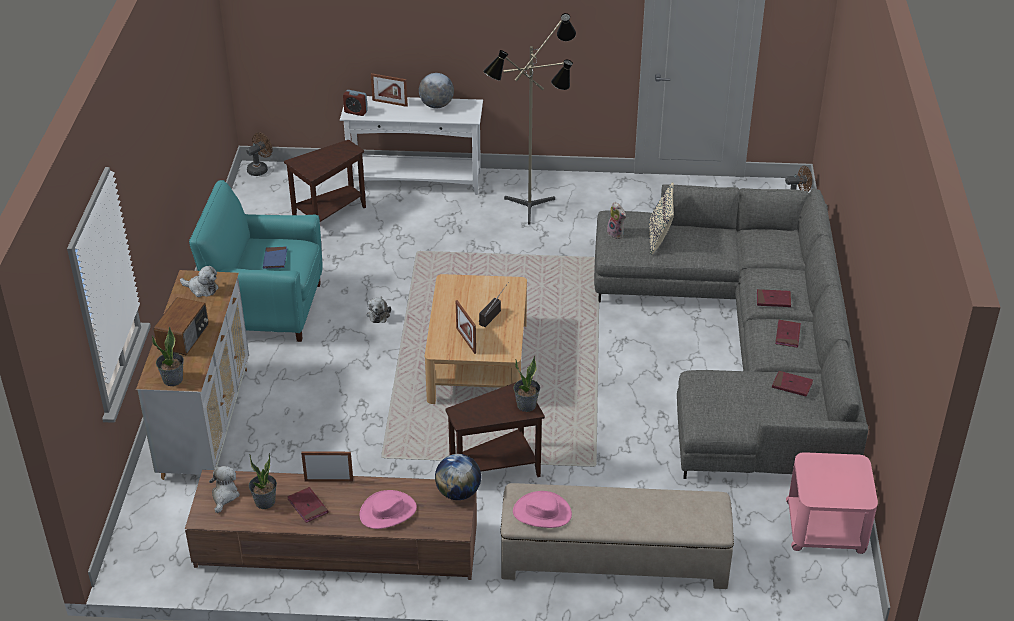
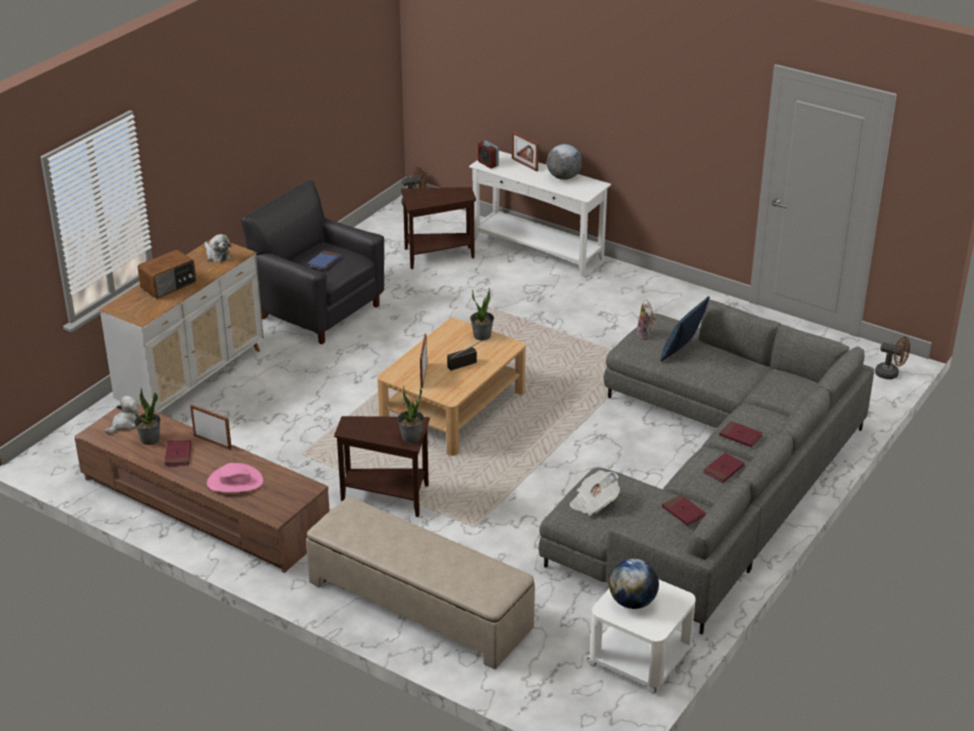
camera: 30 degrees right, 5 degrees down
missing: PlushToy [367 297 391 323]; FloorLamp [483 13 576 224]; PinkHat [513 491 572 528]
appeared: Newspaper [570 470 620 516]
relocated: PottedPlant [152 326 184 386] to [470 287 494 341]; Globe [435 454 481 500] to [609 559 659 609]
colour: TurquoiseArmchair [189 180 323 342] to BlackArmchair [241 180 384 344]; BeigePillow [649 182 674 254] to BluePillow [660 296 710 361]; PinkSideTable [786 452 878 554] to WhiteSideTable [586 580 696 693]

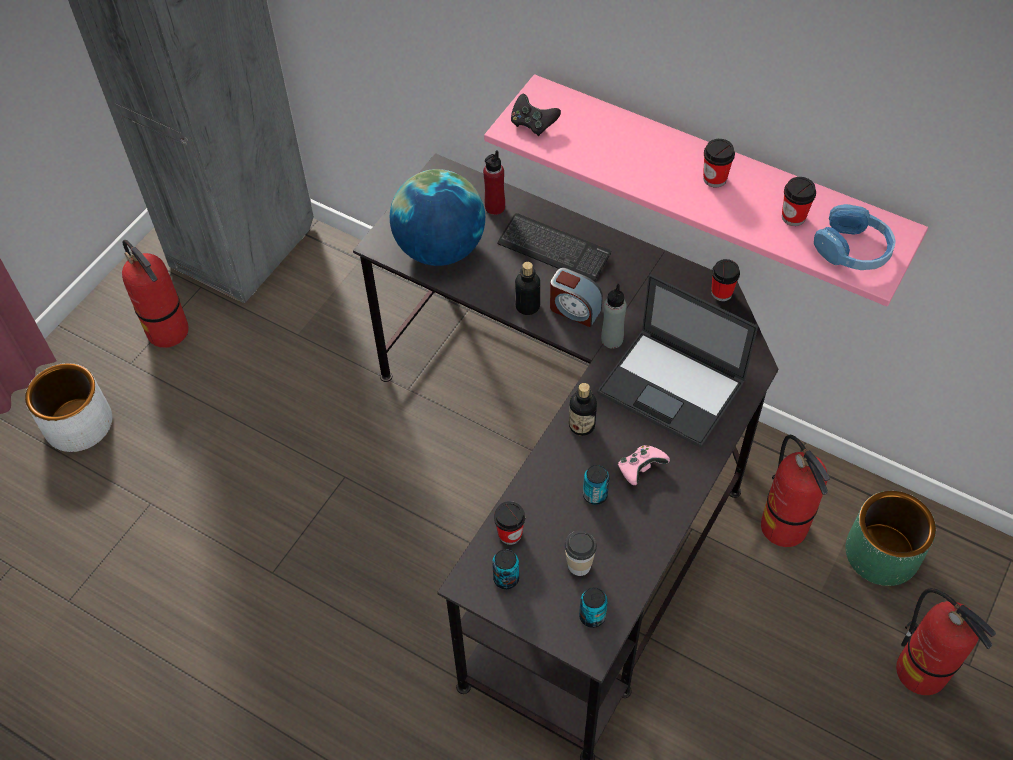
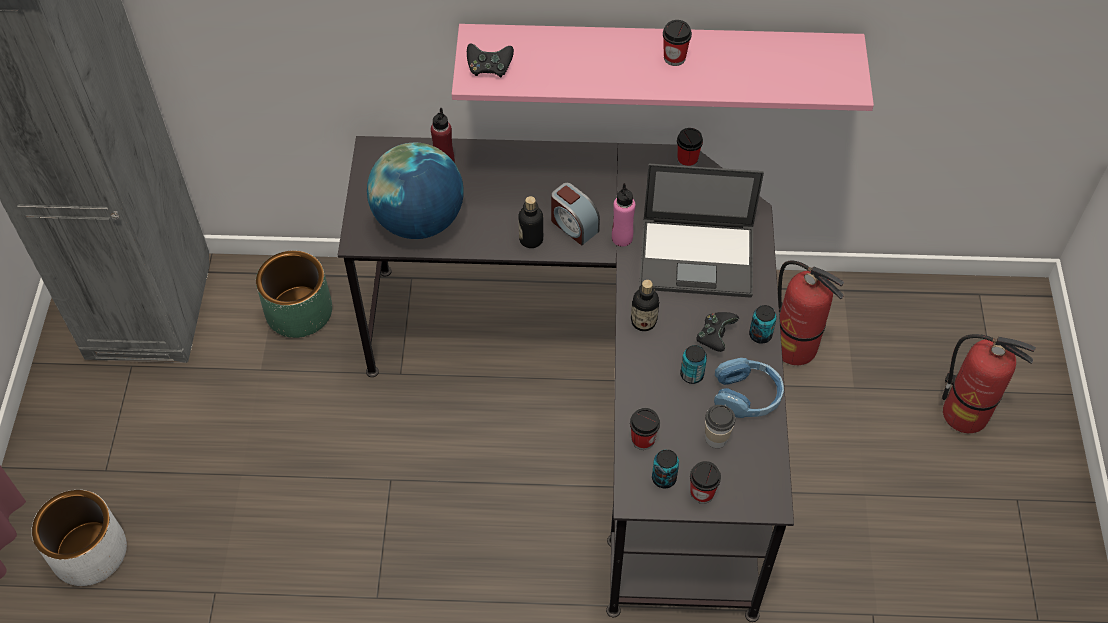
camera: 30 degrees left, 0 degrees up
missing: FireExtinguisher [122 240 189 348]; Keyboard [497 213 611 282]
relocated: Can [579 587 608 628] to [749 305 777 344]; Cup [782 177 816 226] to [690 461 721 504]; BlueHeadphones [814 204 896 270] to [714 358 784 418]; GreenPlanter [845 491 936 586] to [256 250 332 338]
colour: GreyBottle [601 284 627 349] to PinkBottle [612 183 635 247]; PinkGameController [618 445 670 485] to BlackGameController [696 312 739 352]
spun: AlarmClock [550 268 603 327] = [551 183 600 246] 45 degrees clockwise

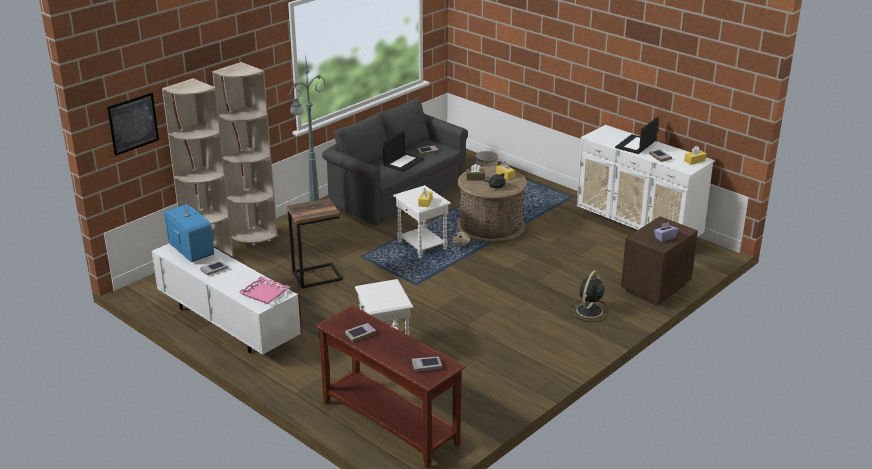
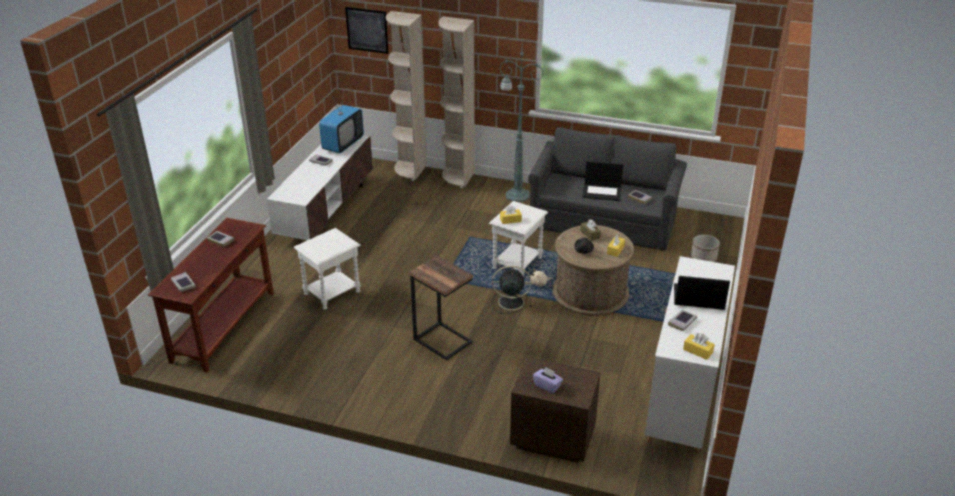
camera: 65 degrees right, 5 degrees up
missing: PinkTray [239 276 290 304]
relocated: SideTable [287 198 343 289] to [409 256 473 360]; BlackFan [570 270 608 322] to [492 266 532 314]

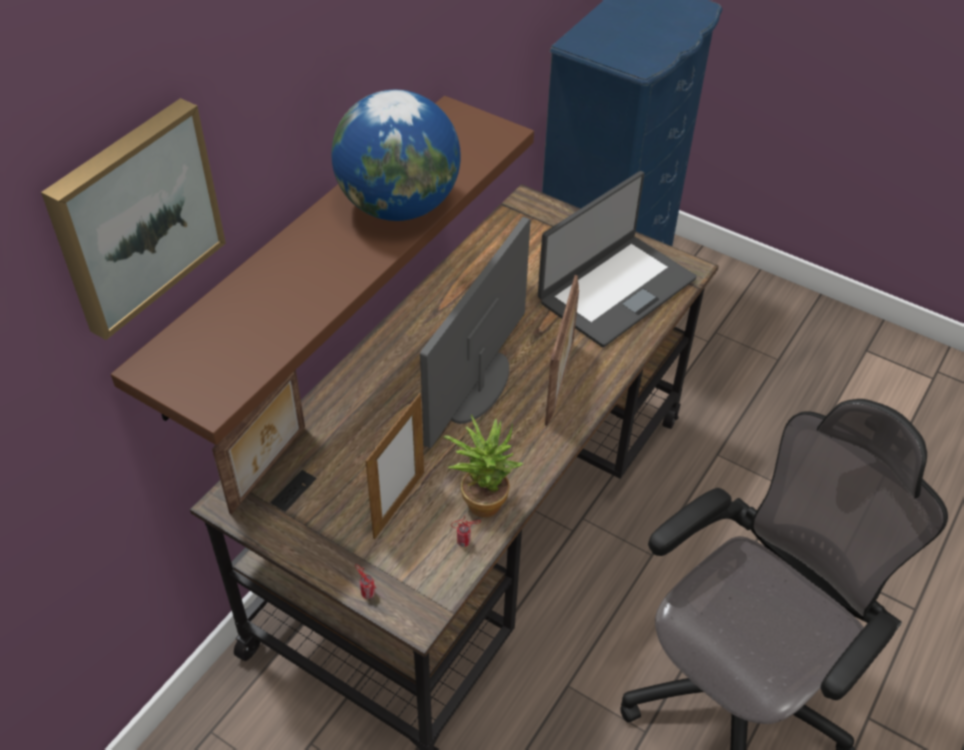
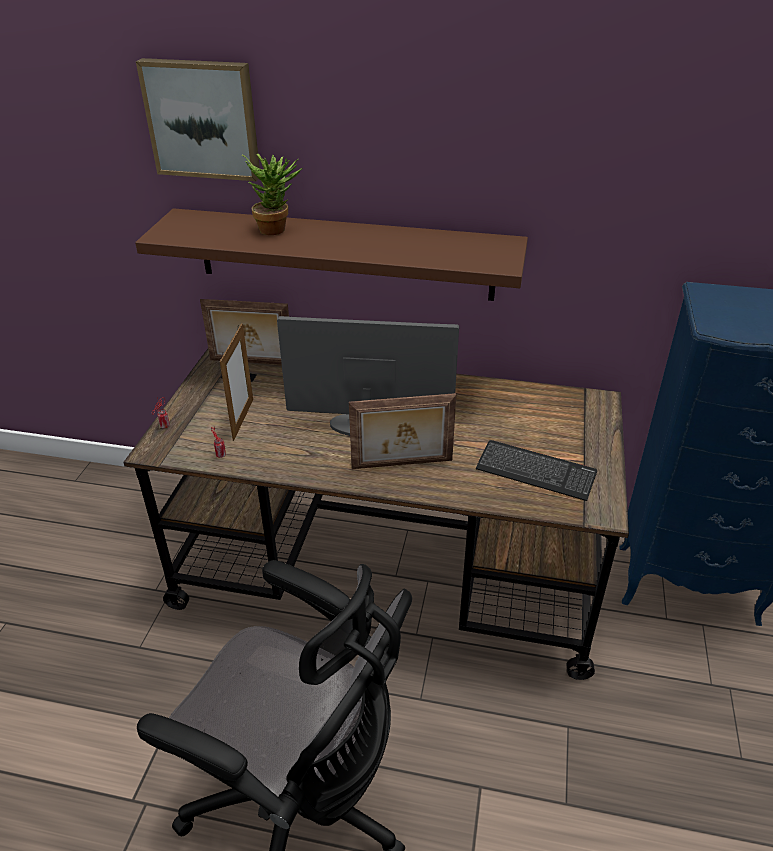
camera: 70 degrees right, 10 degrees down
missing: Globe [331 90 461 221]
relocated: PottedPlant [444 415 523 518] to [242 154 303 235]
exchanged: Laptop [538 171 697 347] to Keyboard [476 440 597 501]
spun: PictureFrame [365 393 424 539] = [220 323 253 441] 90 degrees counterclockwise

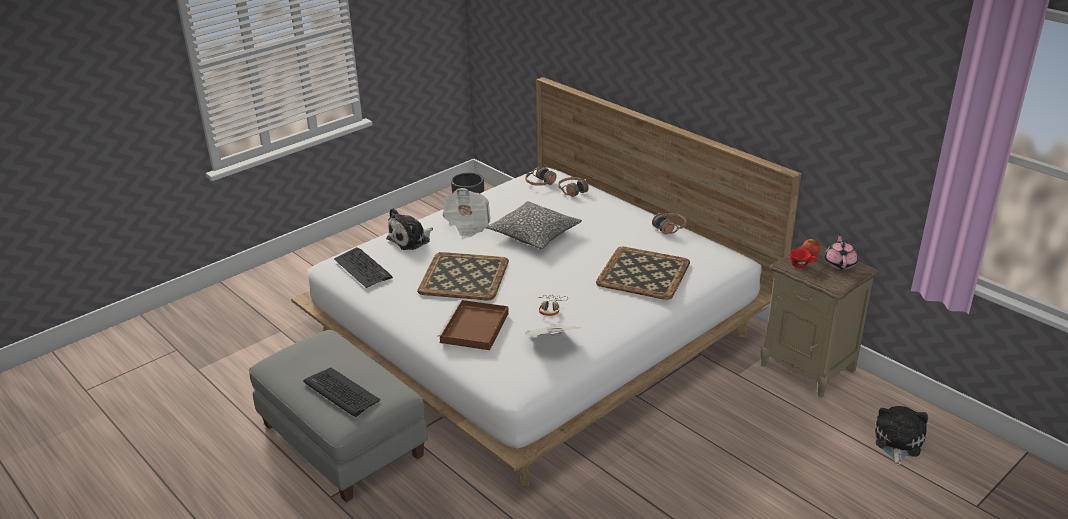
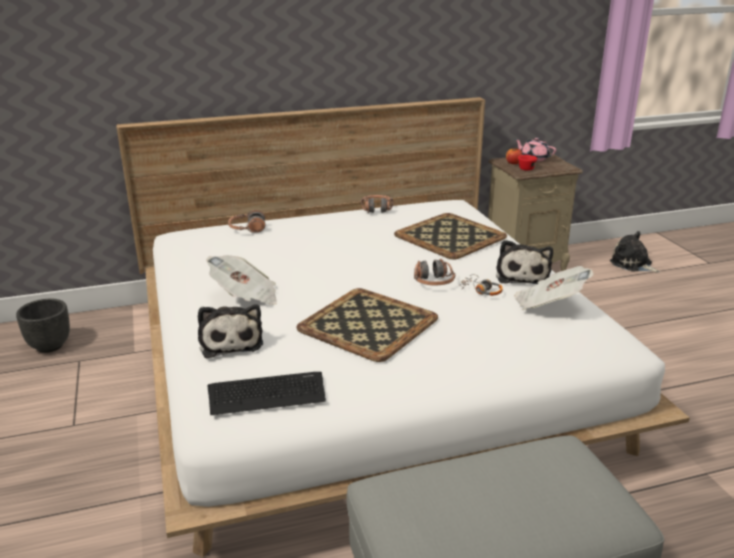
camera: 65 degrees left, 5 degrees down
missing: Keyboard [303 368 381 417]; BrownTray [437 300 509 350]; Pillow [486 201 582 249]
appeared: PlushToy [496 240 553 284]
relocated: Headphones [525 167 557 186] to [414 259 455 286]

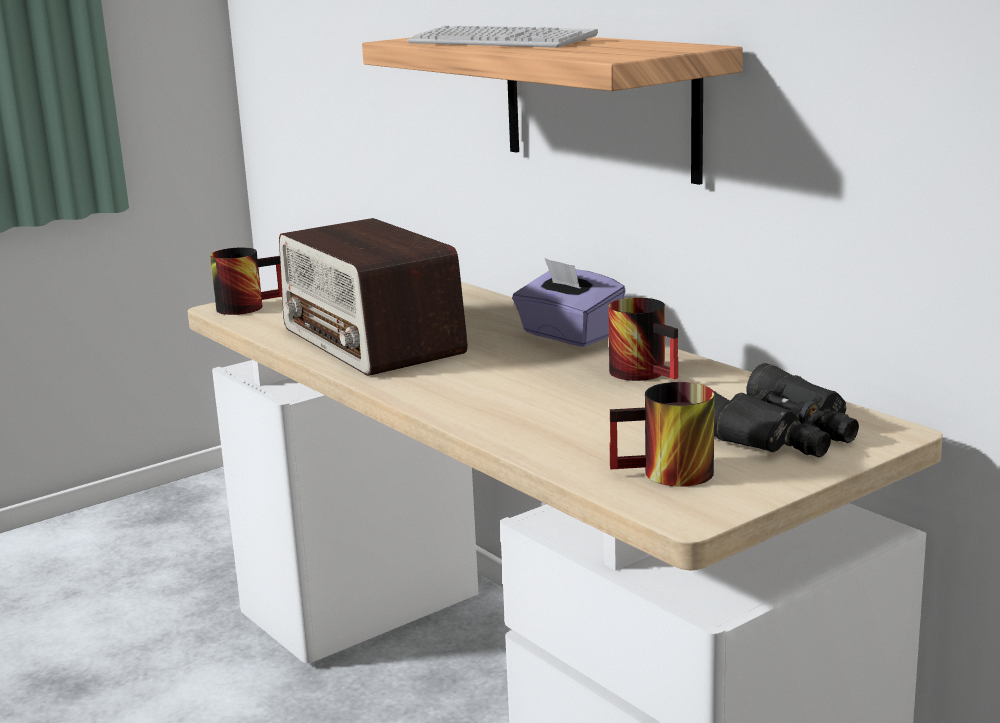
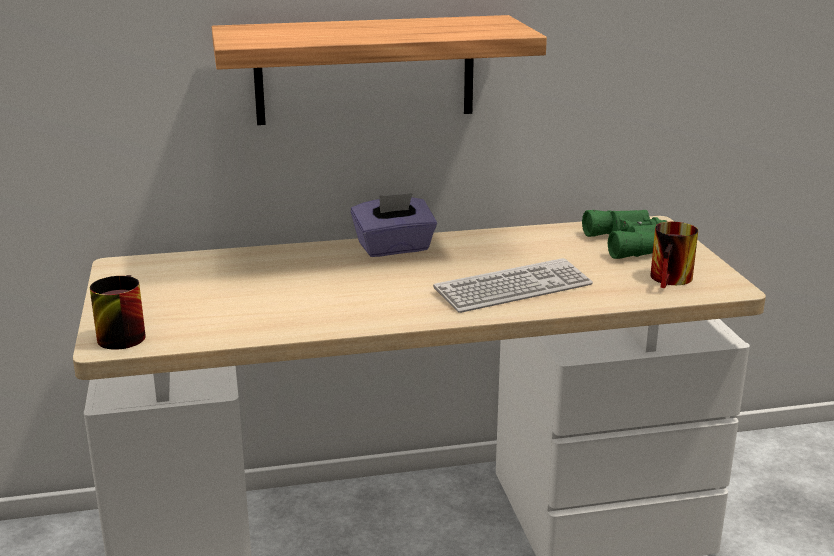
camera: 65 degrees left, 5 degrees up
missing: Radio [279 218 468 376]; Mug [608 298 678 381]
relocated: Keyboard [407 25 598 48] to [433 258 593 313]
colour: BlackBinoculars [714 363 859 457] to GreenBinoculars [582 210 667 259]

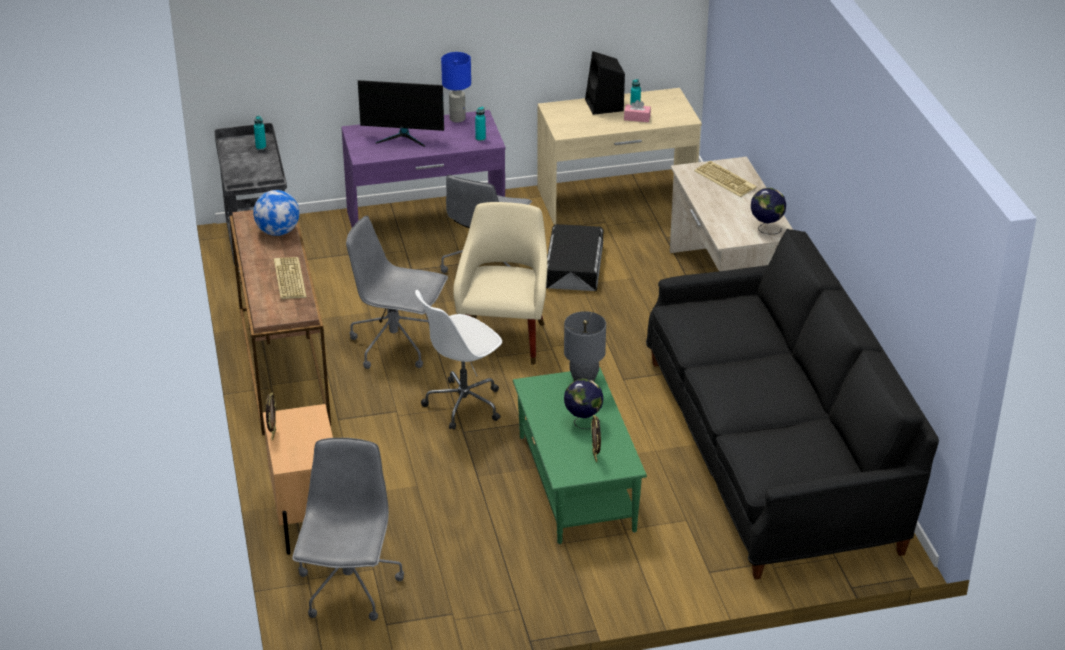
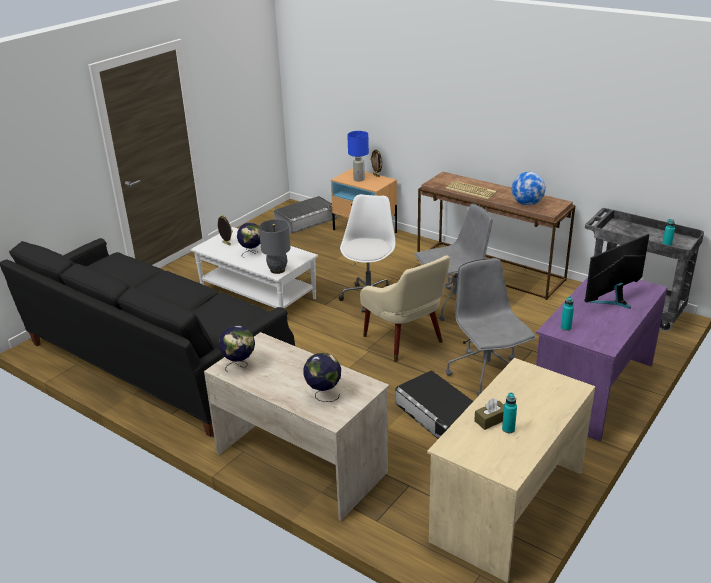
camera: 140 degrees right, 5 degrees down
missing: BlackSpeaker [585 51 625 115]
relocated: BlueTableLamp [441 52 471 122] to [347 131 369 181]
exchanged: GreyOfficeChair [292 438 404 621] to GreyStorageBox [274 196 337 234]; Keyboard [694 161 757 197] to Globe [303 353 341 402]
colour: GreenCoffeeTable [513 367 647 544] to WhiteCoffeeTable [191 227 318 308]; PinkTissueBox [624 100 651 122] to BrownTissueBox [474 398 504 430]

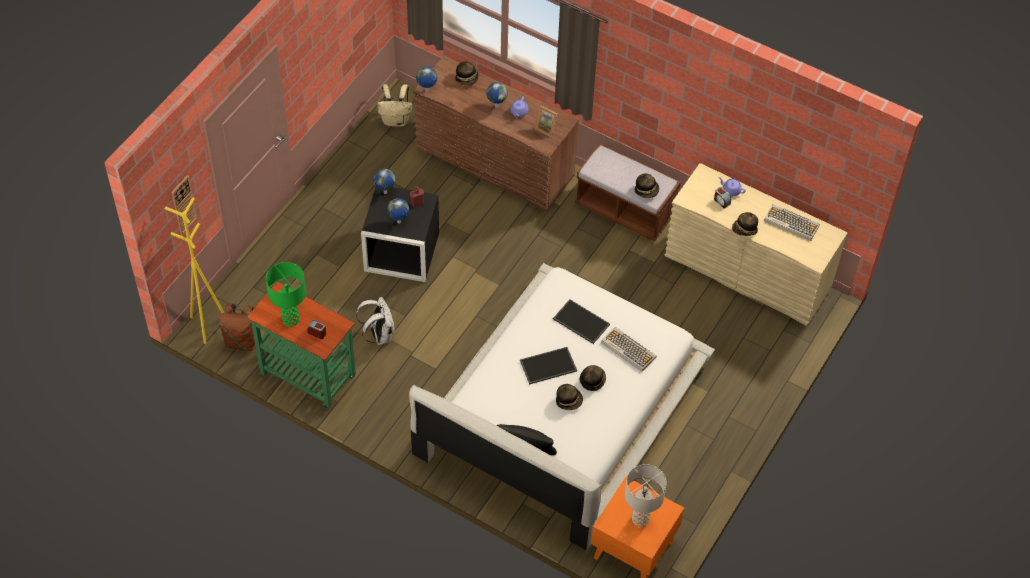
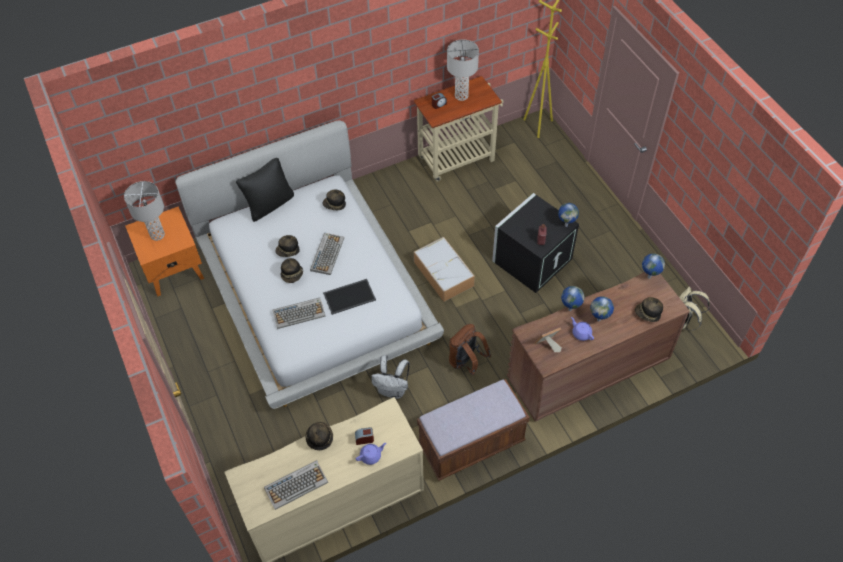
camera: 125 degrees right, 0 degrees up
missing: WallClock [171 175 197 234]
appeared: StorageBox [414 237 475 302]
relocated: BrownBackpack [219 303 256 351] to [449 324 491 375]; WhiteBackpack [356 297 394 345] to [372 355 410 399]; Globe [387 198 409 224] to [561 286 585 311]; Hat [634 174 659 198] to [323 190 346 210]
exchanged: Tray [520 347 577 385] to Keyboard [310 233 344 275]
colour: GreenCart [246 282 356 409] to BeigeCart [414 76 504 182]; GreenTableLamp [266 262 306 327] to WhiteTableLamp [447 39 479 101]

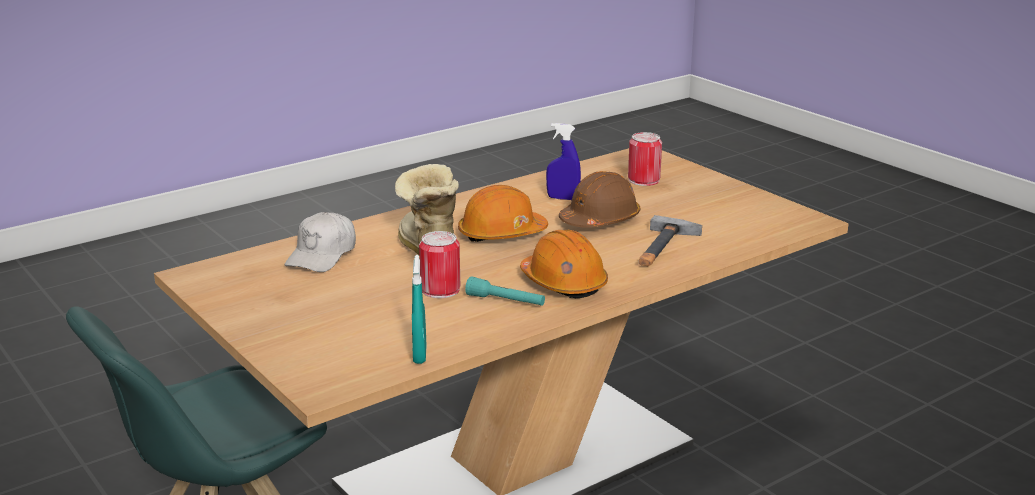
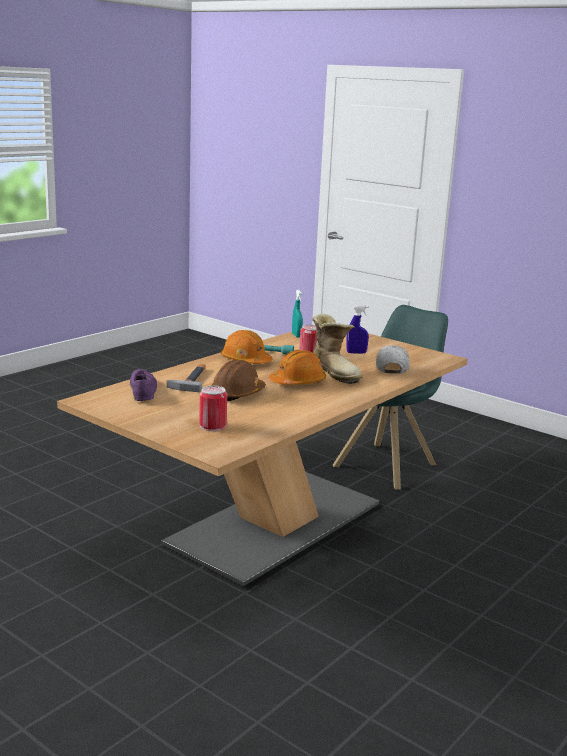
camera: 165 degrees right, 5 degrees down
appeared: PurpleShoe [130 369 157 401]
relocated: BlueSprayBottle [546 123 581 200] to [346 305 369 354]

